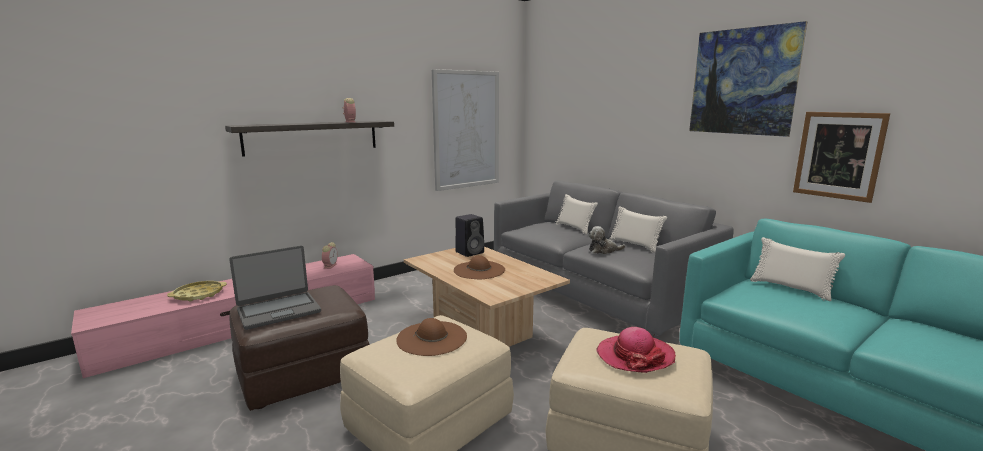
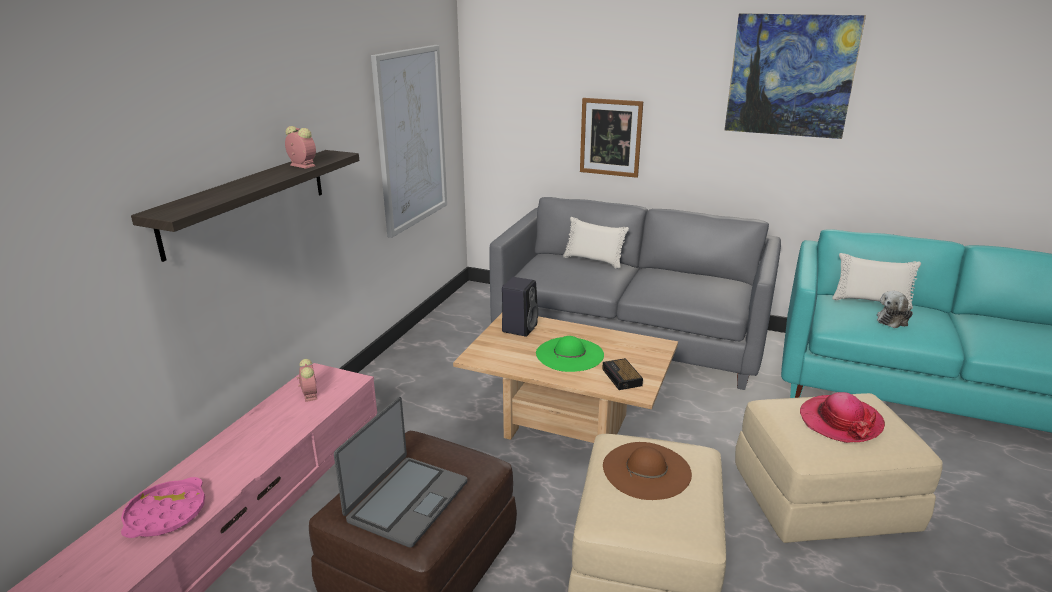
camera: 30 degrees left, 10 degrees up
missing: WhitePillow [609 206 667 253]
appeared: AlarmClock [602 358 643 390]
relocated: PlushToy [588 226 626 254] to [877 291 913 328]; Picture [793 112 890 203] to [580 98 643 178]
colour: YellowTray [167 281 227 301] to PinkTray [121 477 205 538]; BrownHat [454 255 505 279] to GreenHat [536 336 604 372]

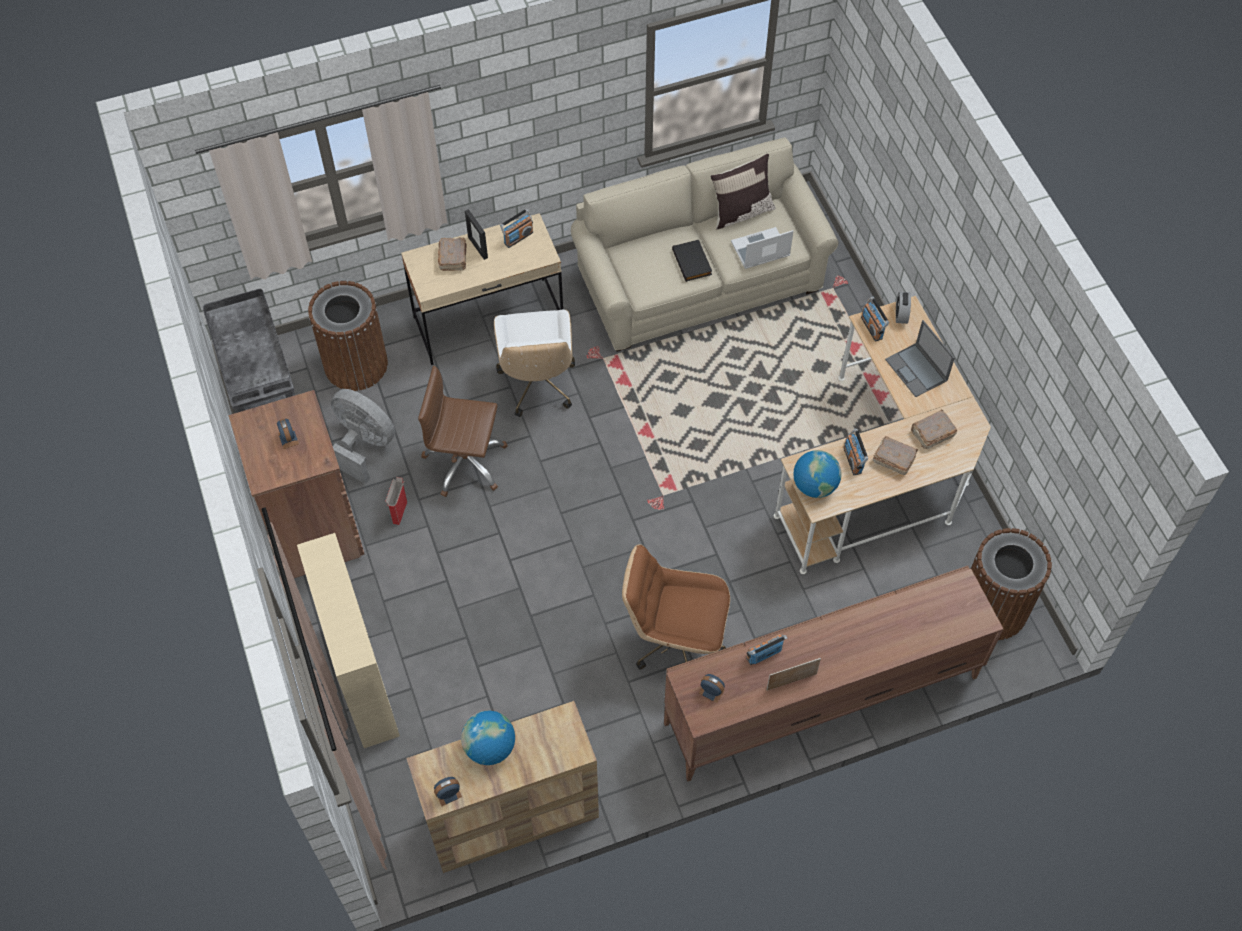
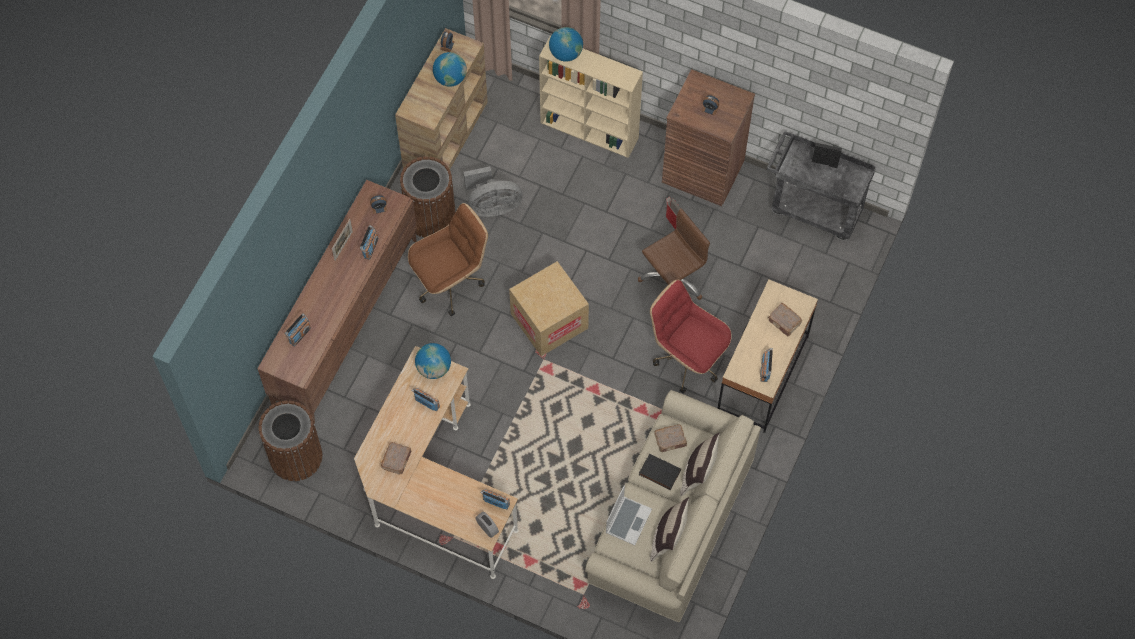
camera: 135 degrees right, 5 degrees up
missing: Laptop [885 320 955 397]
appeared: Radio [285 313 311 347]; CardboardBox [509 261 589 356]; Globe [549 27 583 62]; Pillow [680 432 720 496]
relocated: BrownTrashCan [308 281 388 391] to [400 156 455 238]; GreyFan [331 389 395 484] to [464 167 522 217]; PictureFrame [465 209 488 260] to [812 143 842 168]; BrownBook [873 436 918 475] to [654 425 688 452]
colour: WhiteOfficeChair [494 310 575 417] to RedOfficeChair [650 279 731 393]

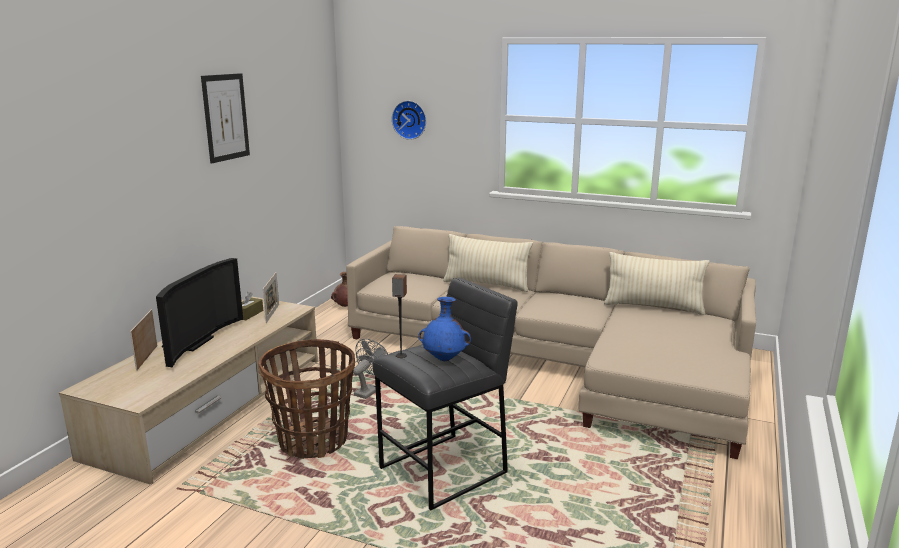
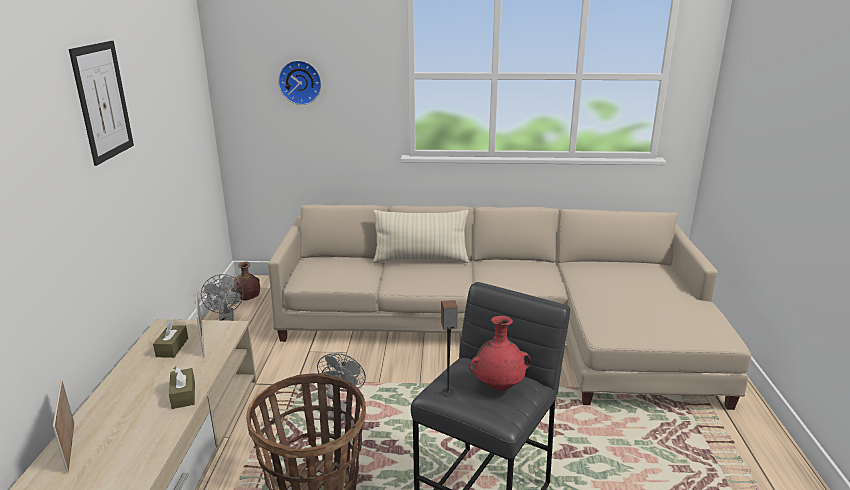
camera: 20 degrees left, 5 degrees up
missing: Television [156 258 243 367]; BeigePillow [604 252 710 315]
appeared: BrownTissueBox [169 367 195 409]; GreyFan [201 274 244 321]
colour: BlueVase [418 297 471 361] to RedVase [469 316 531 391]

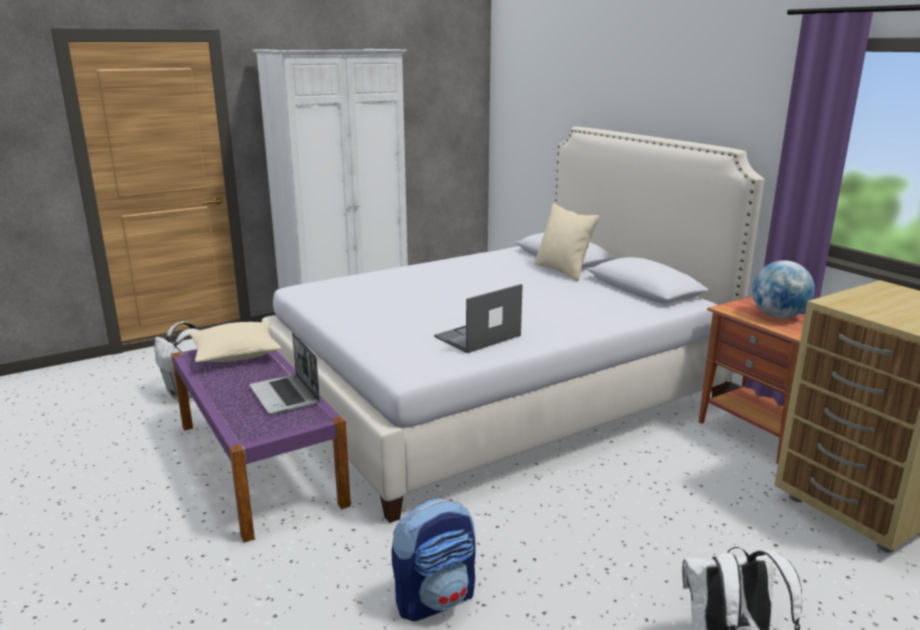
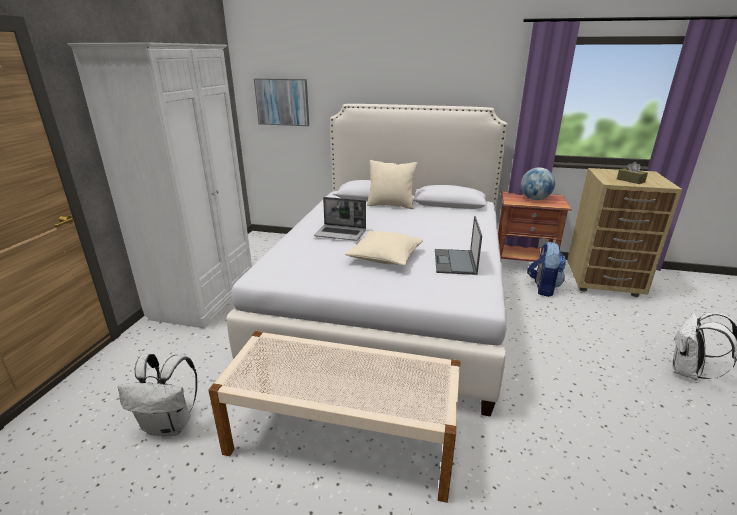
camera: 45 degrees left, 5 degrees up
appeared: Picture [254 78 309 126]; BrownTissueBox [617 162 648 184]
relocated: BeigePillow [189 321 281 362] to [345 231 423 266]; Laptop [249 332 320 414] to [314 197 366 241]; Backpack [391 498 476 621] to [527 242 566 297]
colour: PurpleBench [171 349 351 543] to BeigeBench [208 331 460 503]

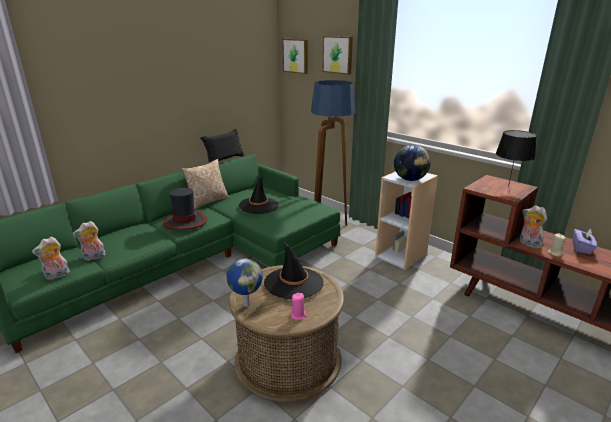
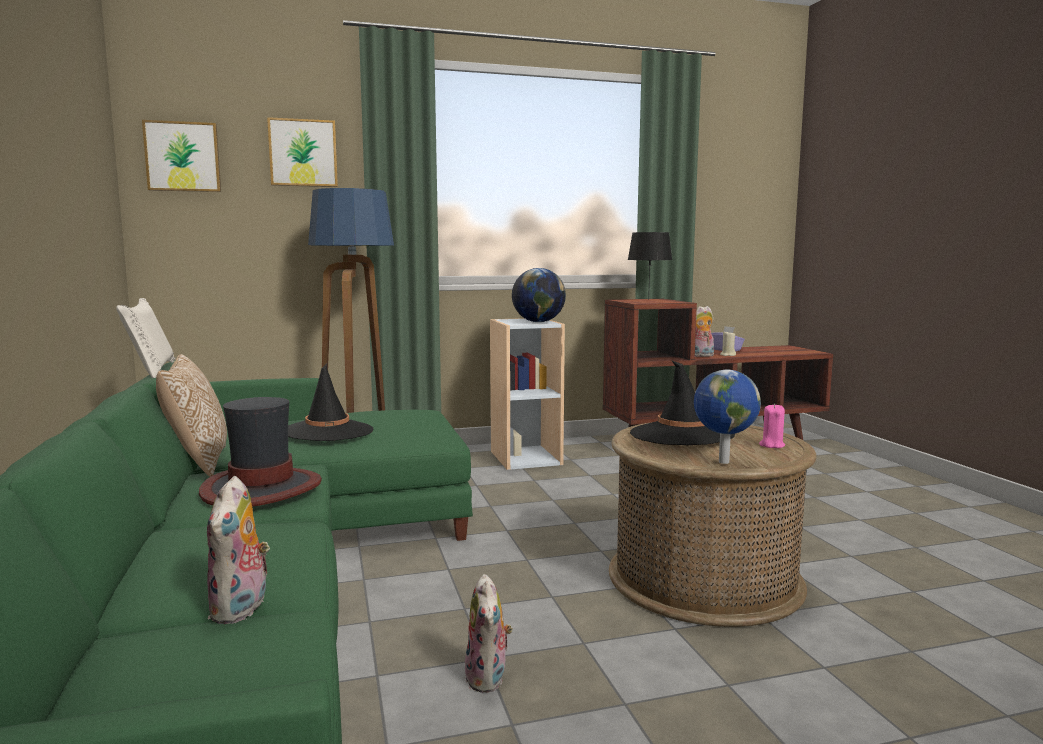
camera: 60 degrees left, 15 degrees down
relocated: PlushToy [32 237 70 280] to [464 574 512 693]
colour: BlackPillow [200 129 244 163] to WhitePillow [116 298 175 378]

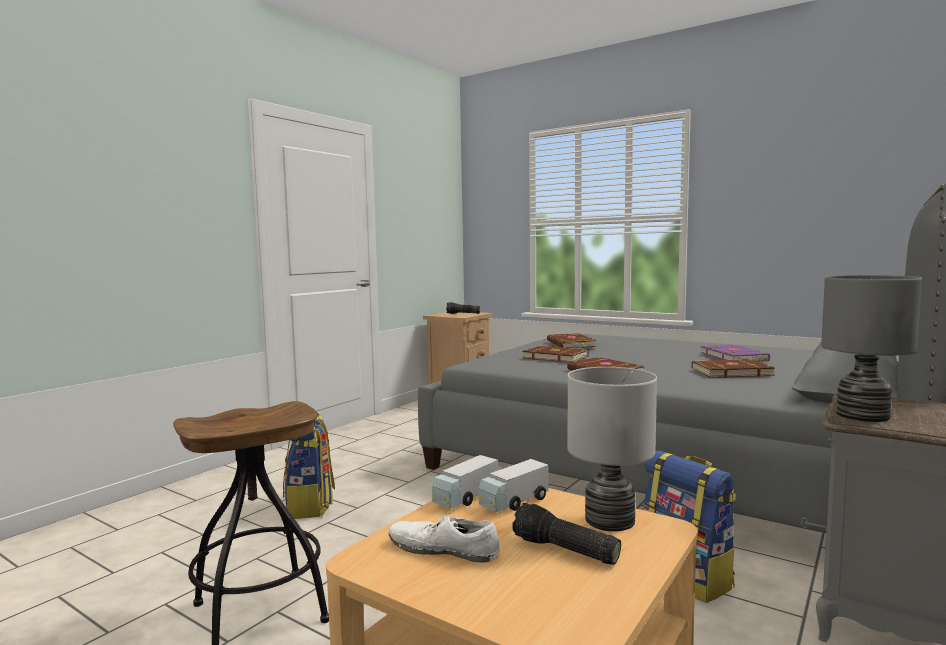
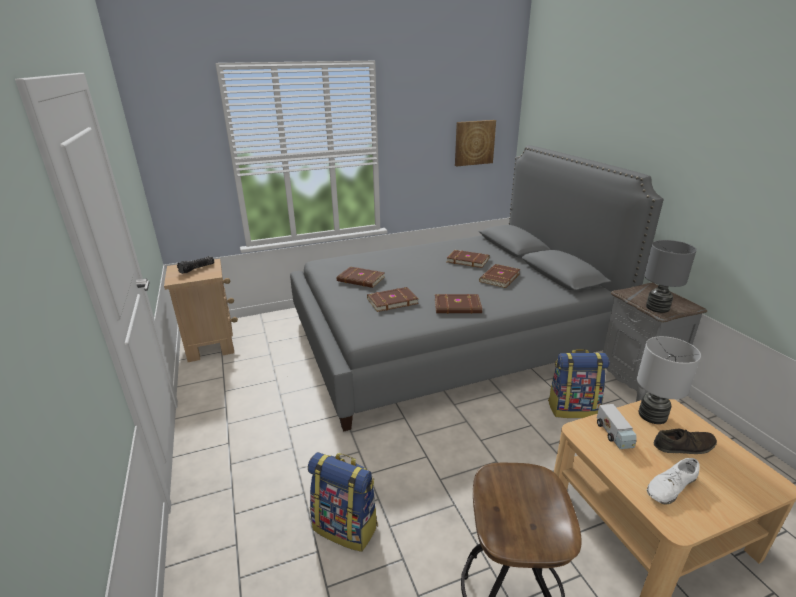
camera: 55 degrees left, 20 degrees up
missing: ToyTruck [432 455 498 508]
appeared: Picture [455 120 496 167]
exchanged: Flashlight [512 503 621 565] to BrownShoe [654 429 717 454]
colour: PurpleBook [700 344 770 362] to BrownBook [447 250 489 268]

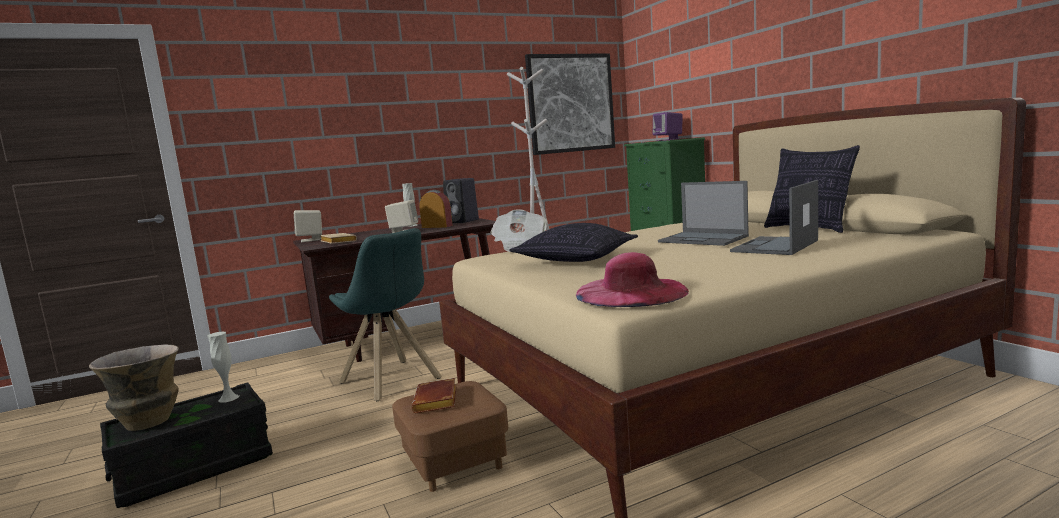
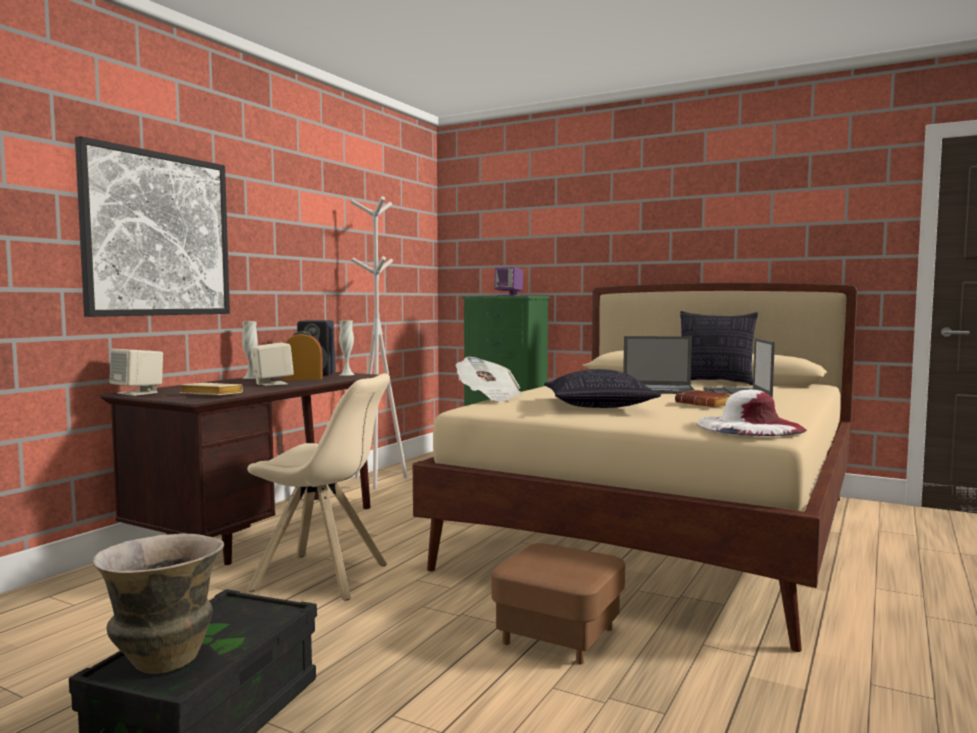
camera: 35 degrees left, 5 degrees down
relocated: WhiteVase [207 331 239 403] to [339 320 355 376]; BrownBook [412 378 457 413] to [675 390 732 407]; Picture [525 53 615 155] to [75 136 230 317]
colour: TurquoiseChair [329 228 441 401] to BeigeChair [247 373 390 601]; PinkHat [576 252 689 307] to WhiteHat [697 389 807 436]

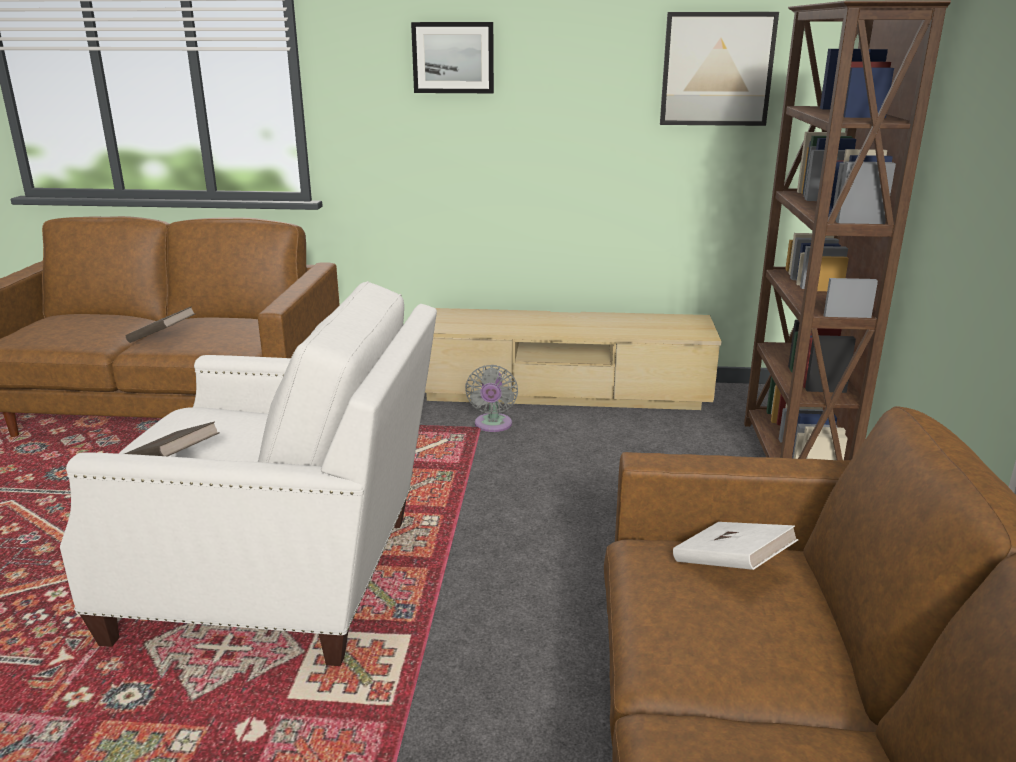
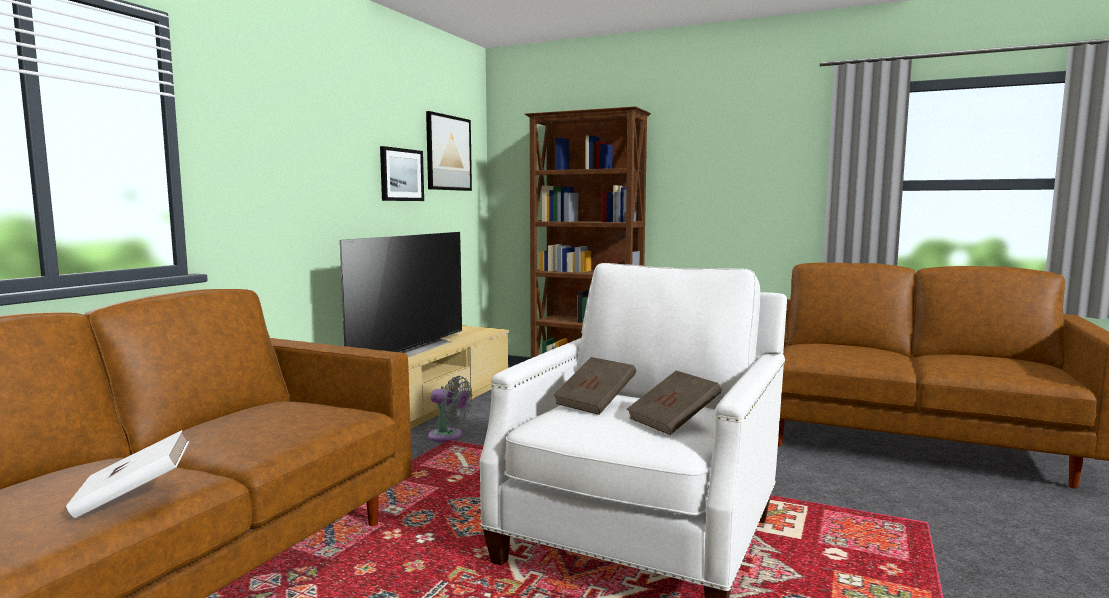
camera: 70 degrees left, 15 degrees down
appeared: Television [340 232 462 357]
relocated: BrownBook [126 306 196 343] to [553 357 636 415]; Picture [411 22 494 93] to [380 146 424 201]; WhiteBook [673 522 798 570] to [66 430 189 518]

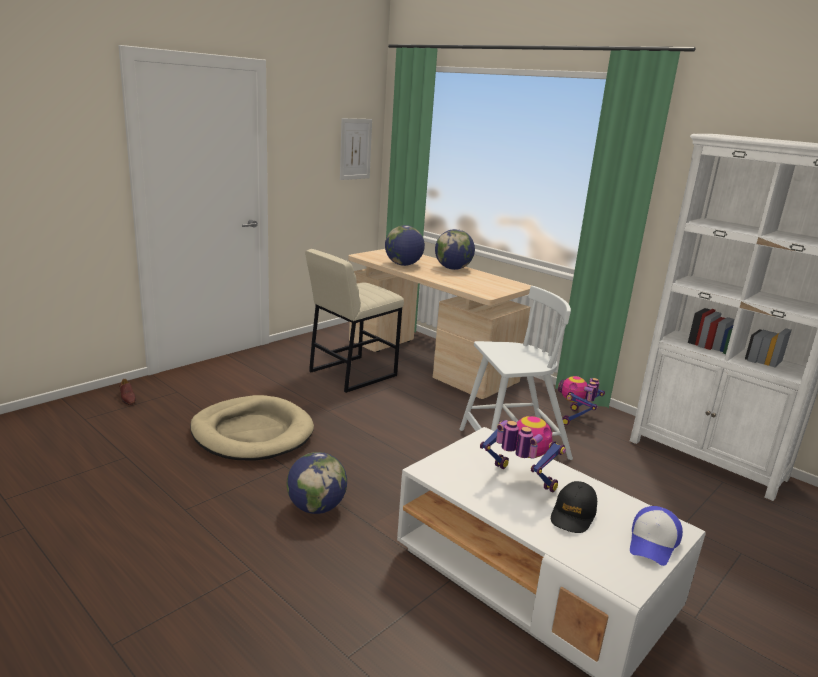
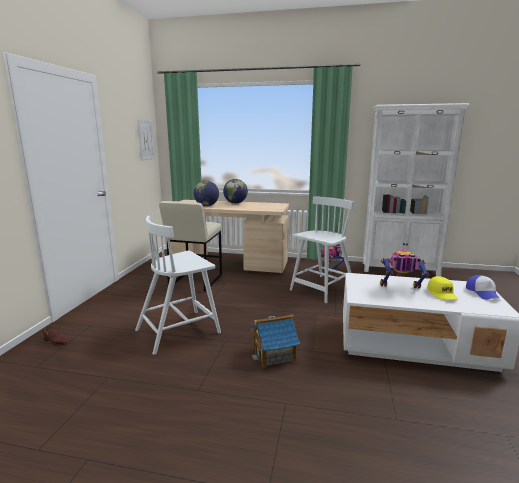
camera: 30 degrees left, 5 degrees down
exchanged: BeigeDogBed [190 395 314 461] to WhiteChair [135 215 221 355]; Globe [287 452 347 514] to ToyHouse [251 314 300 368]
colour: BlackCap [551 481 597 533] to YellowCap [427 276 458 300]

